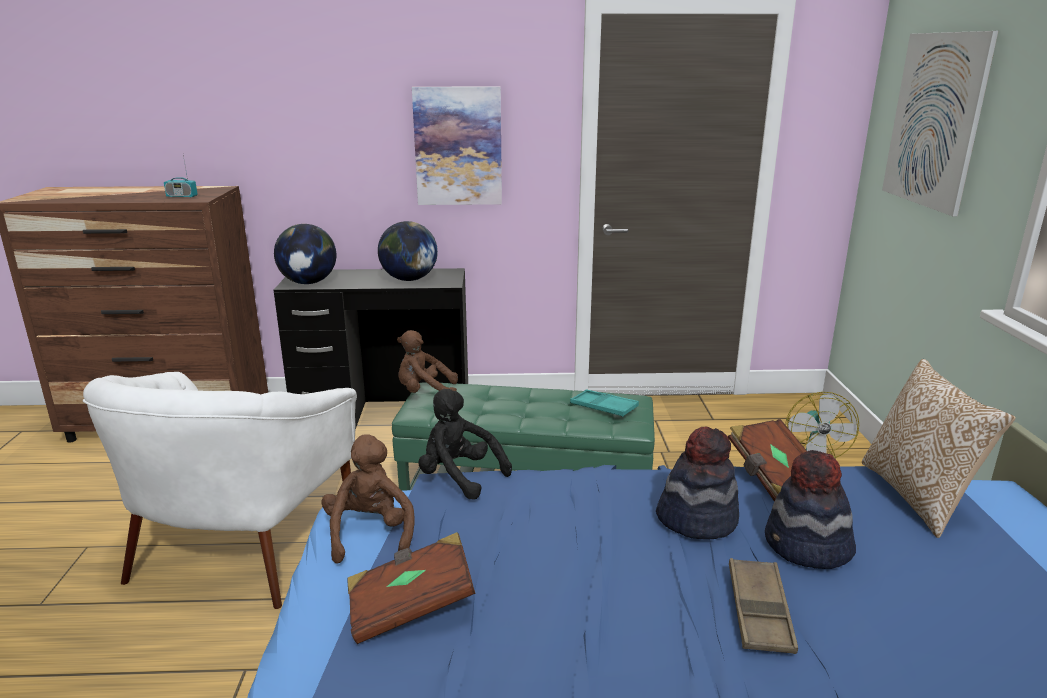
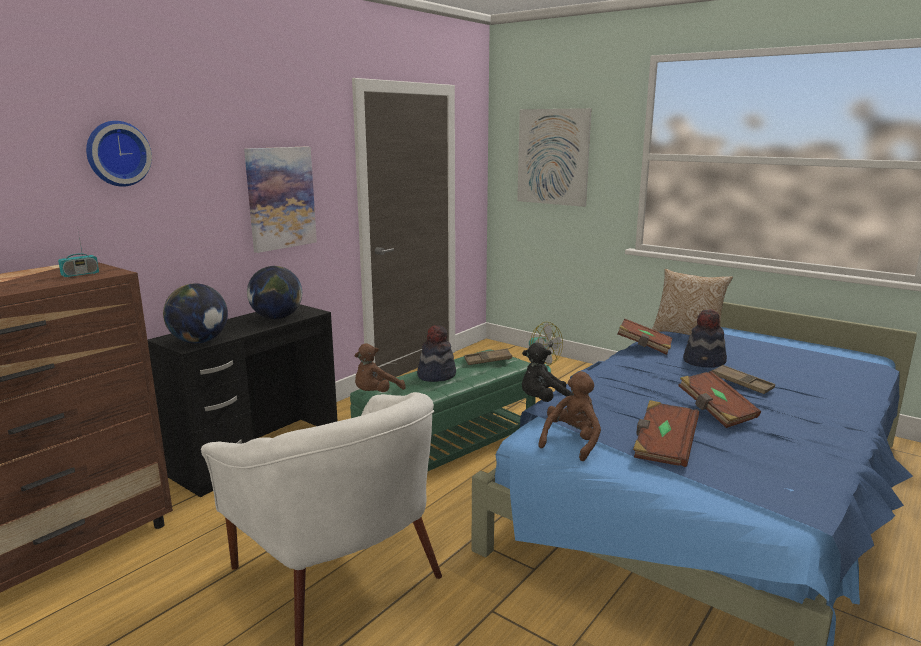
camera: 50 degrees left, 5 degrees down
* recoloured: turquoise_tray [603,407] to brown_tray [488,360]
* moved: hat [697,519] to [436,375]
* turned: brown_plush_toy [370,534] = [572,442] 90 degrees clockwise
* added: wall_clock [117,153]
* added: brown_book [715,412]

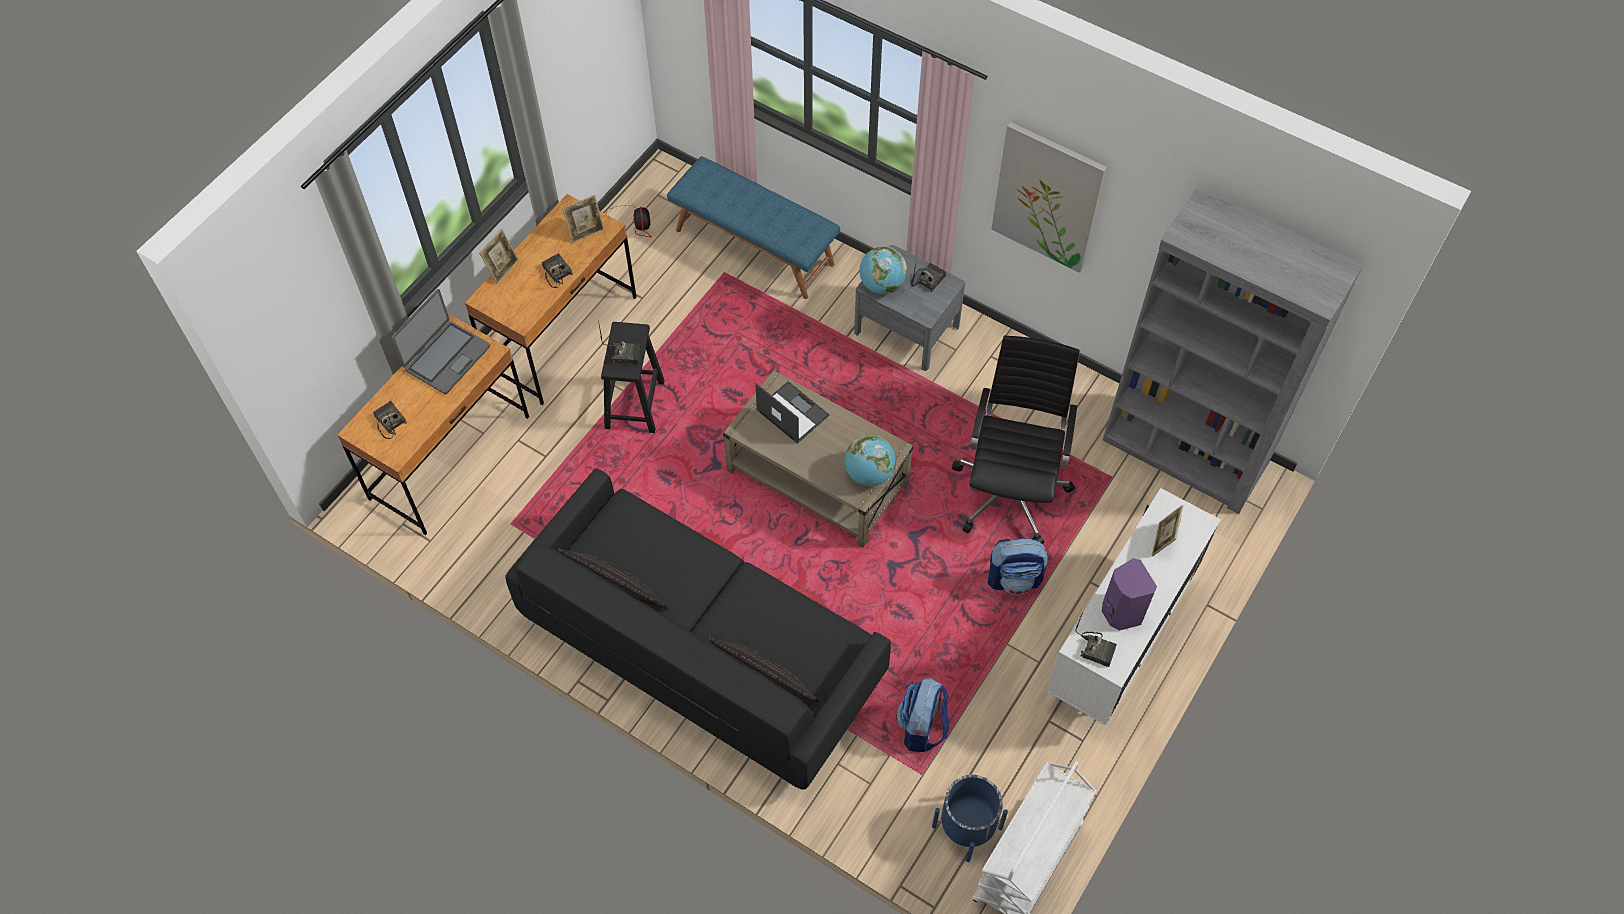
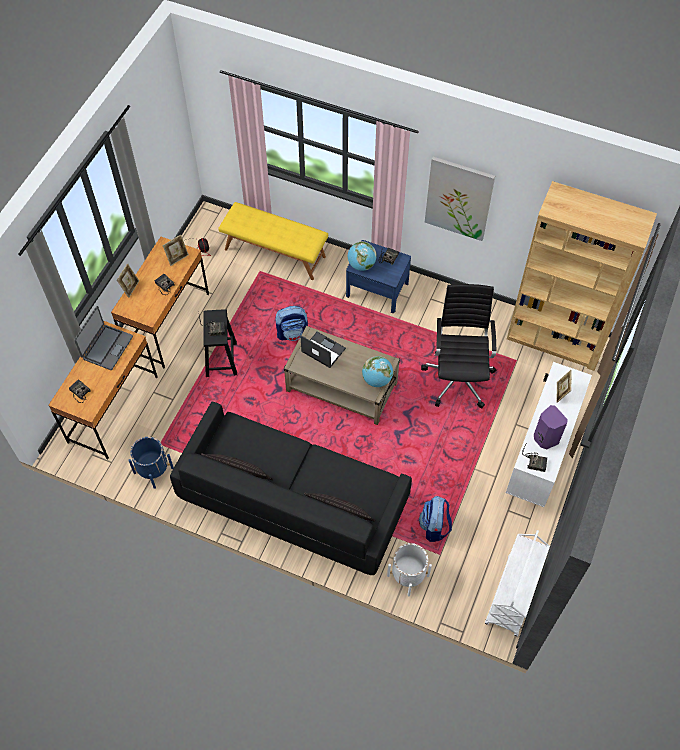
camera: 10 degrees left, 0 degrees up
* recoloured: blue_bench [755,246] to yellow_bench [275,252]
* recoloured: grey_bookcase [1184,453] to brown_bookcase [556,340]
* recoloured: grey_nightstand [906,329] to blue_nightstand [377,289]
* moved: backpack [1014,579] to [292,333]
* moved: blue_planter [967,827] to [153,470]
* added: white_planter [408,575]

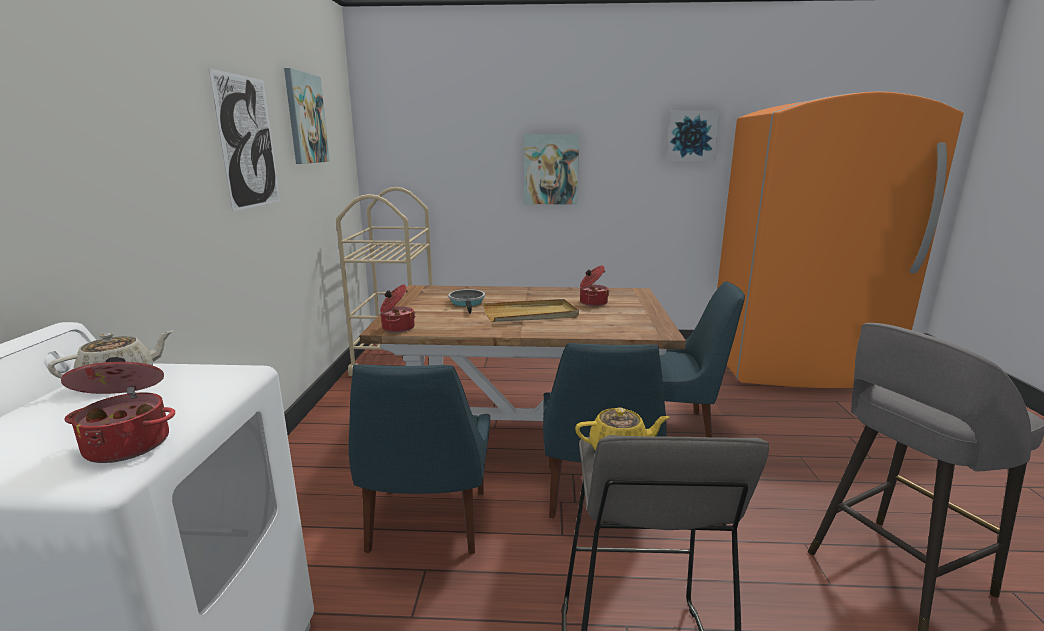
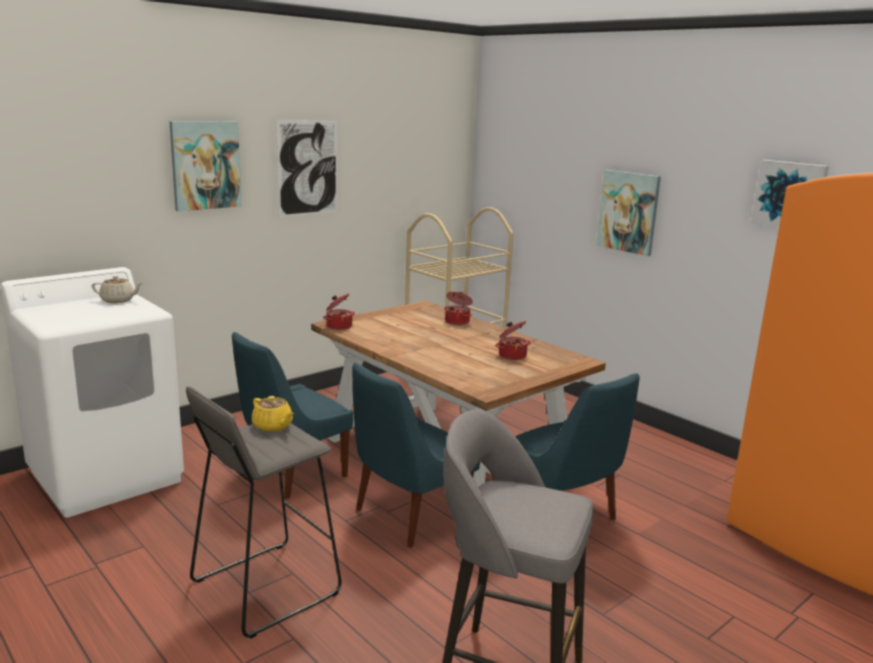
camera: 45 degrees right, 0 degrees up
* moved: picture [305,118] to [205,165]
* removed: frying_pan [467,303]
* removed: beige_tray [531,314]
* moved: cooking_pot [129,444] to [457,322]

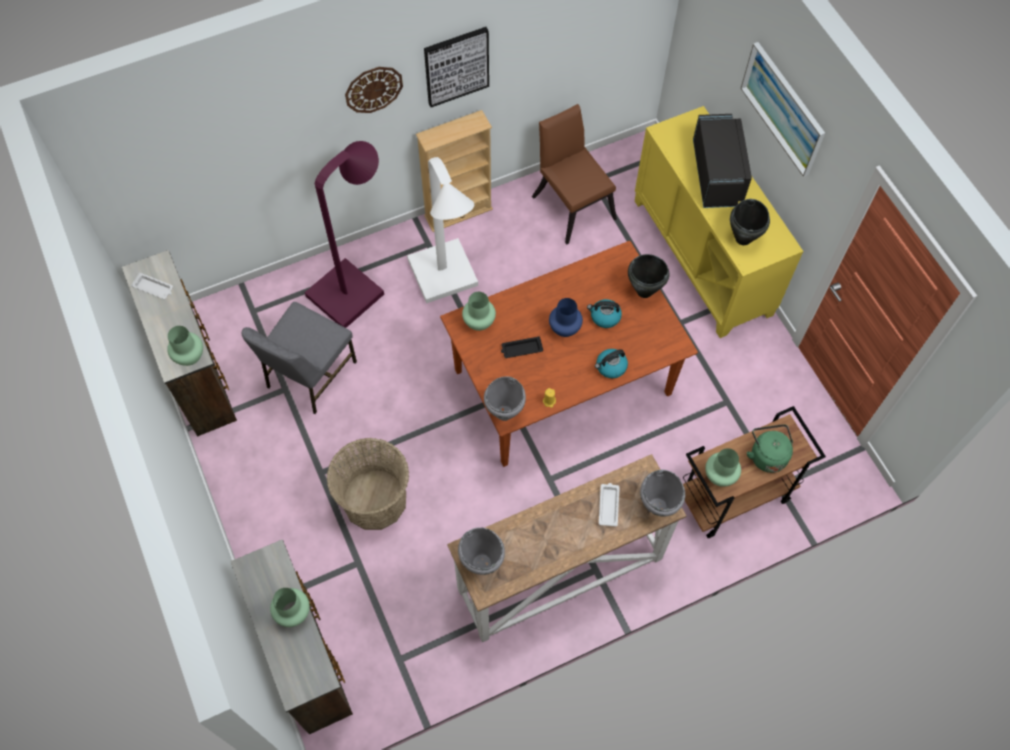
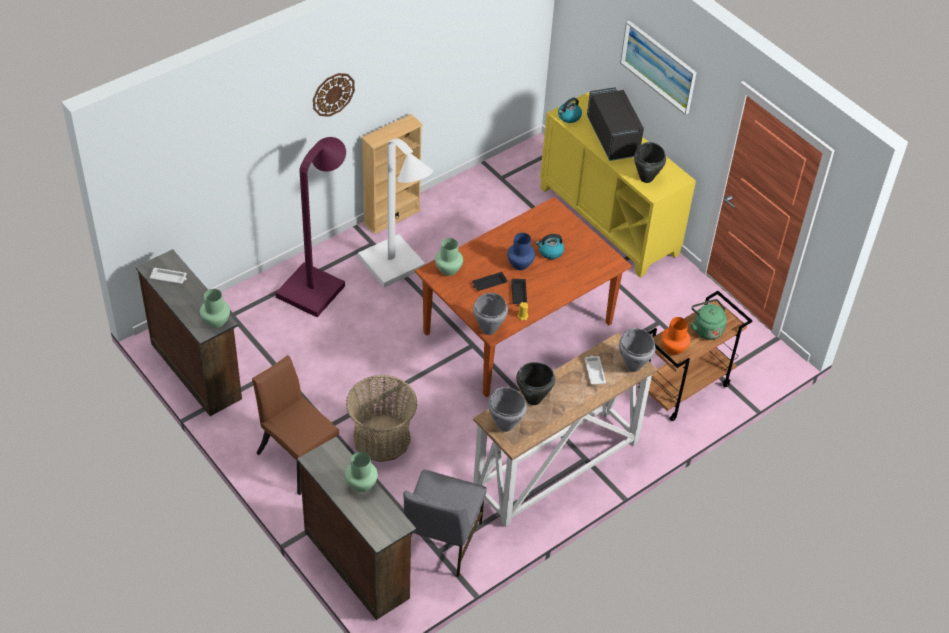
camera: 15 degrees left, 15 degrees down
* removed: picture [456,66]
* moved: brown_chair [572,203] to [298,453]
* moved: black_cooking_pot [644,291] to [533,399]
* moved: grey_chair [309,375] to [440,542]
* moved: kettle [610,367] to [569,117]
* recoloured: green_vase [720,475] to orange_vase [673,348]
* added: black_tray [519,294]

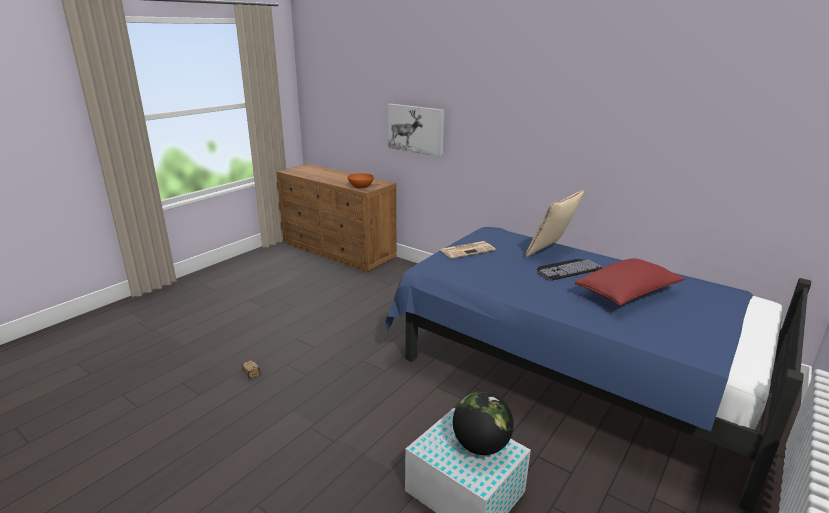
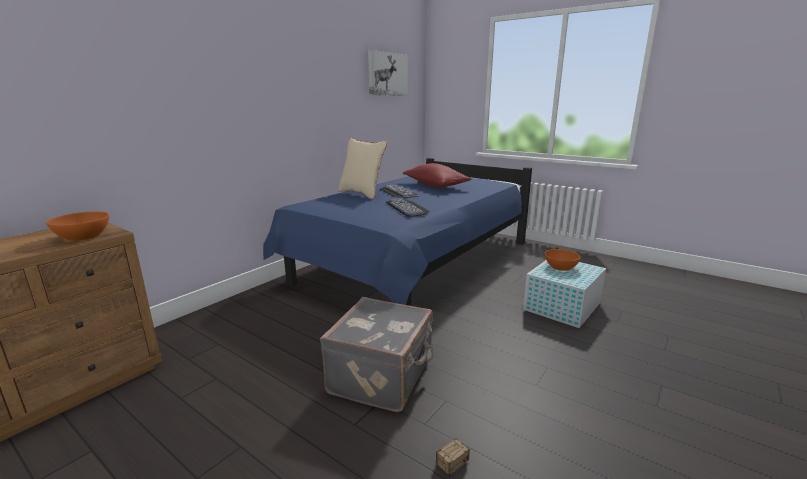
camera: 90 degrees left, 5 degrees down
* moved: picture [416,129] to [387,74]
* removed: newspaper [467,250]
* replaced: globe [480,446] to orange_bowl [561,267]
* added: keyboard [408,208]
* added: grey_suitcase [383,376]

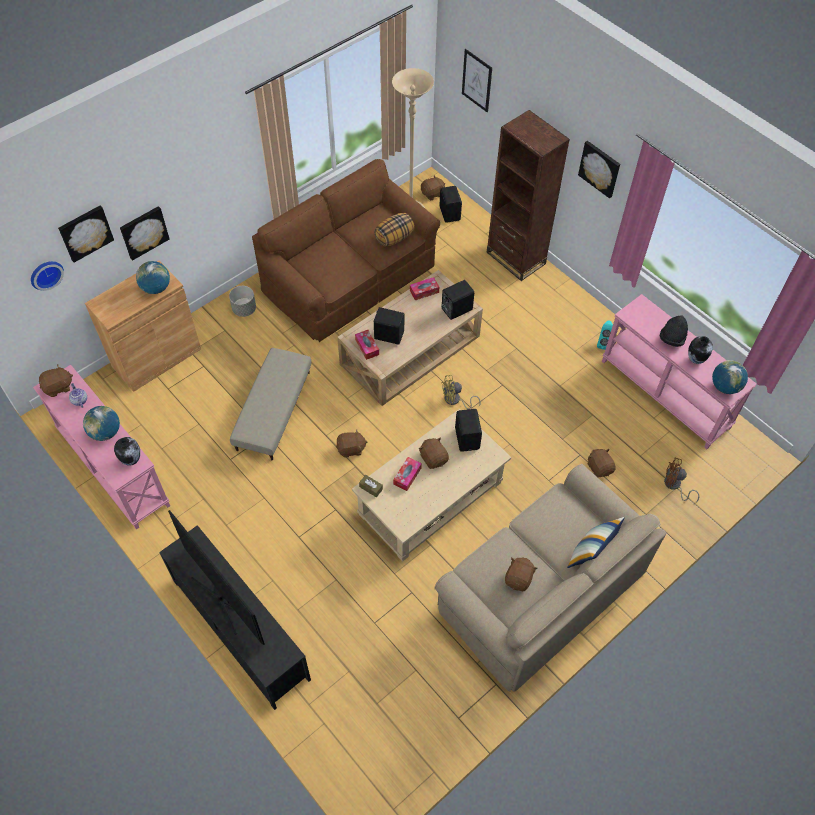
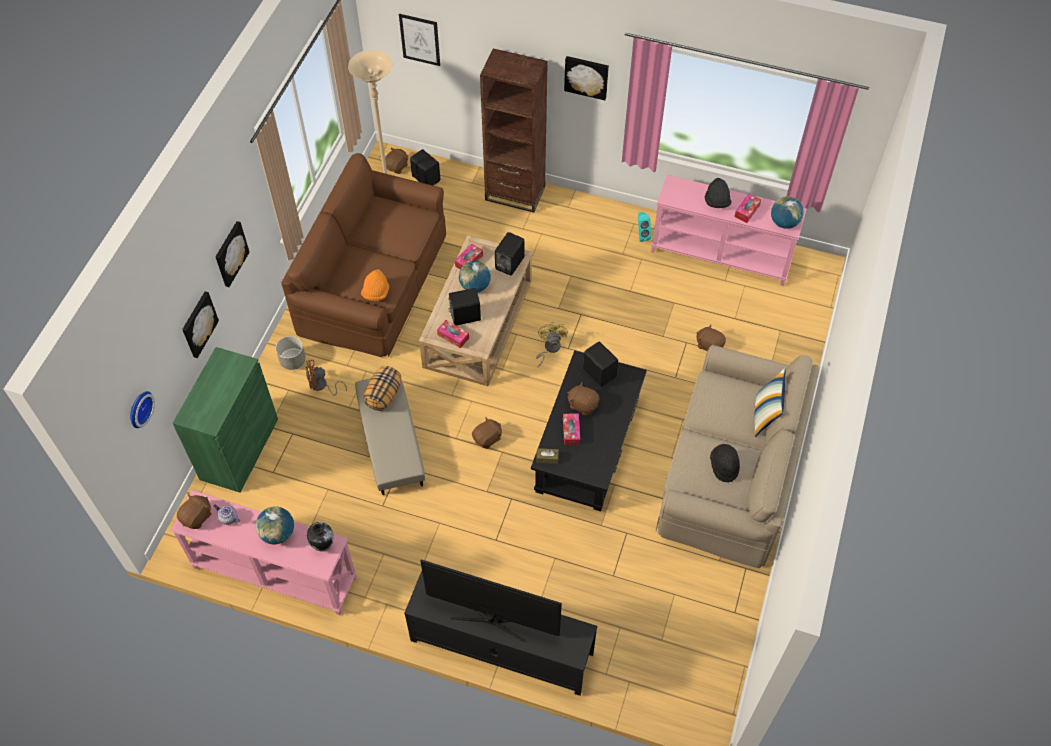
camera: 30 degrees left, 0 degrees up
* moved: picture [85,232] to [230,253]
* moved: pillow [394,237] to [383,395]
* recoloured: brown_cabinet [156,357] to green_cabinet [239,449]
* moved: globe [156,288] to [475,286]
* replaced: vase [695,359] to tissue_box [747,211]
* turned: yellow_fan [455,400] = [549,349] 135 degrees clockwise
* recoloured: beige_coffee_table [430,498] to black_coffee_table [587,445]
* moved: brown_fan [674,486] to [321,386]
* replaced: brown_plush_toy [519,579] to black_hat [724,466]
* added: orange_hat [376,293]

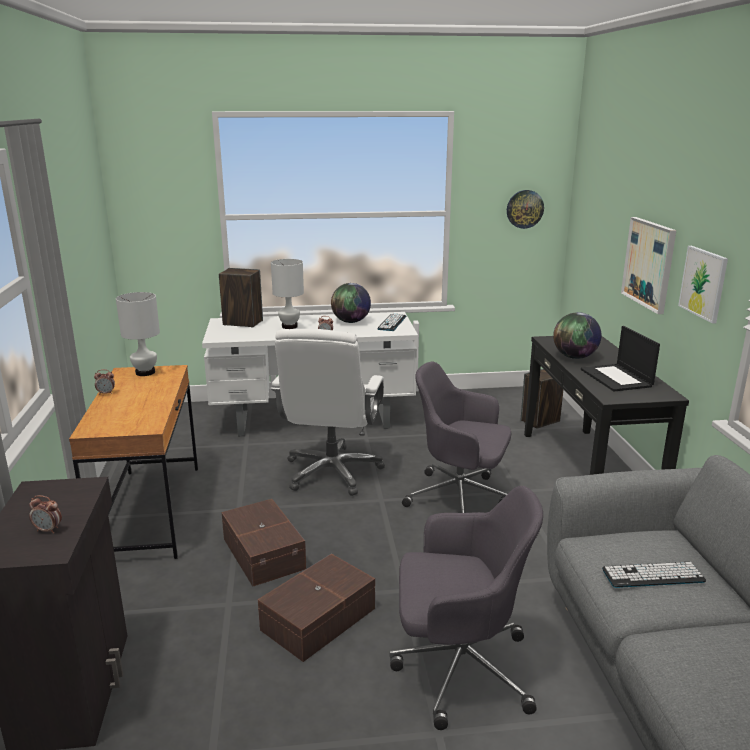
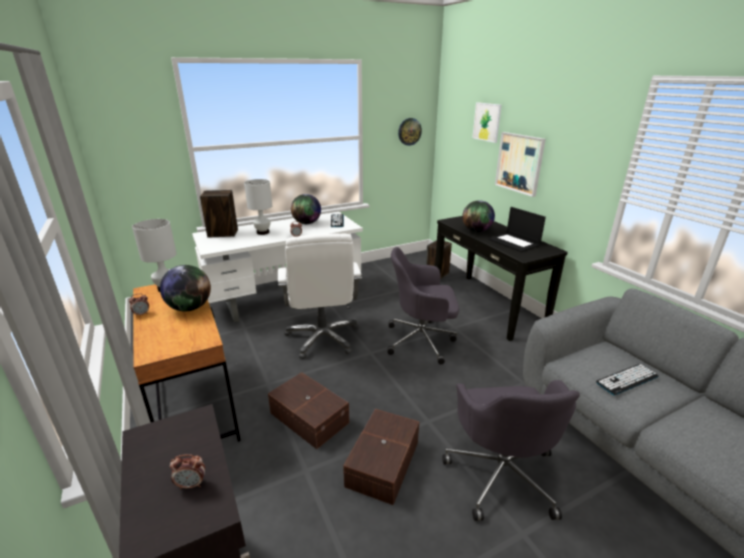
camera: 20 degrees left, 5 degrees up
* moved: picture [703,283] to [487,122]
* turned: grey_office_chair [458,667] = [501,473] 105 degrees clockwise
* added: globe [190,308]

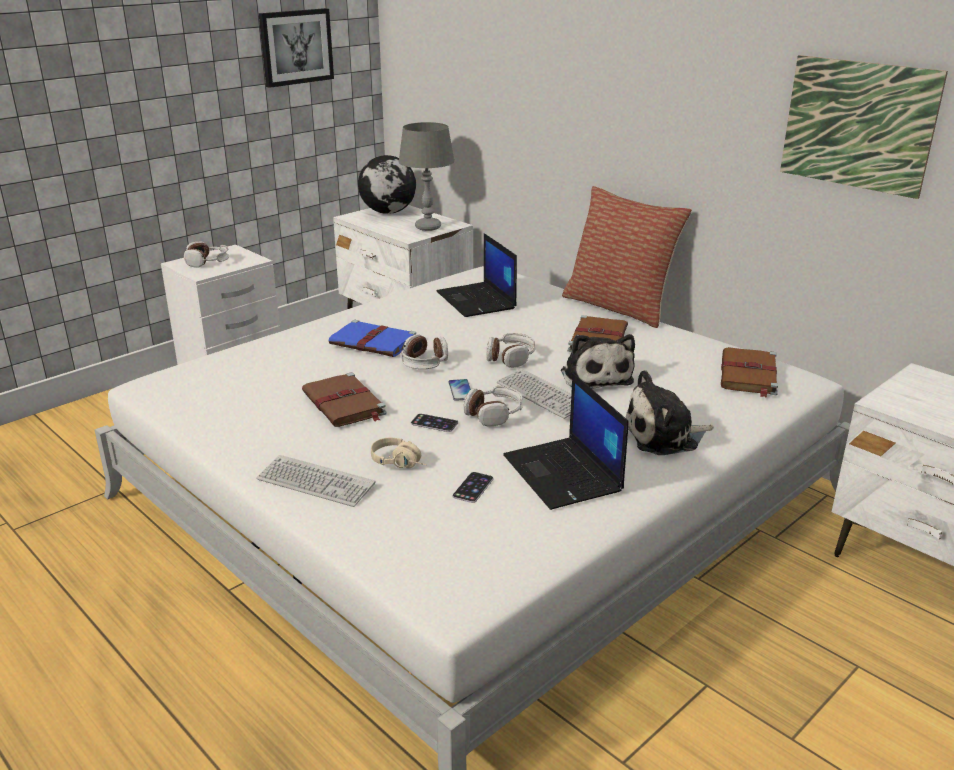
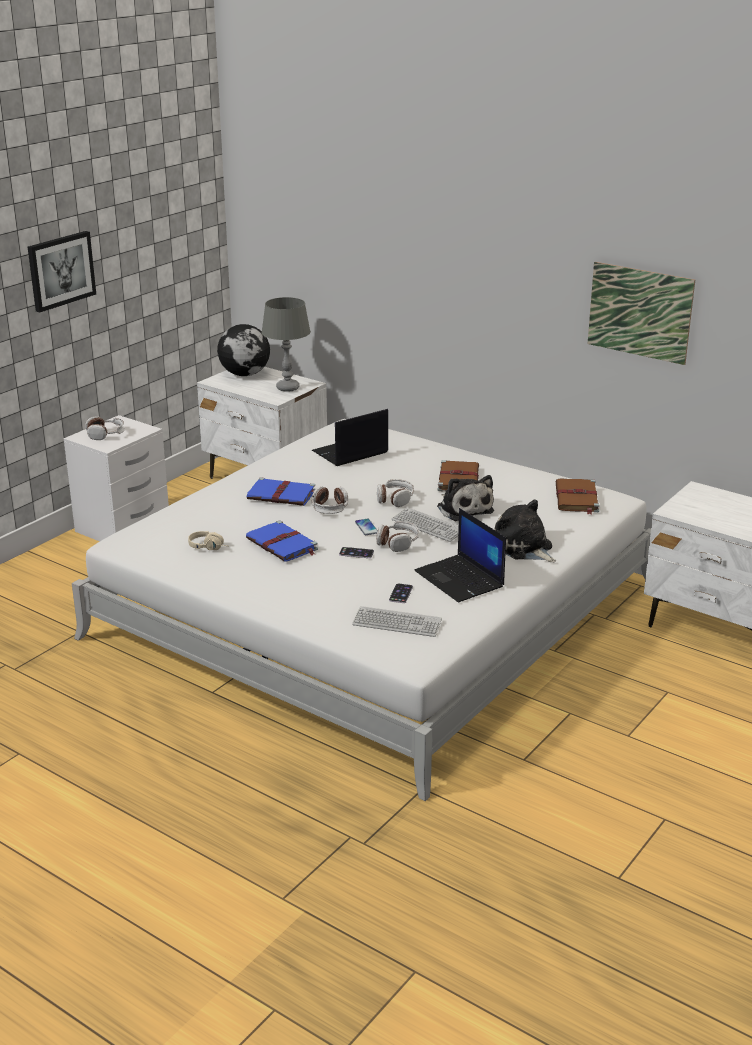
camera: 10 degrees left, 0 degrees up
* moved: picture [296,47] to [60,270]
* removed: pillow [619,306]
* turned: laptop [477,300] = [350,452] 90 degrees clockwise
* turned: plush_toy [664,436] = [524,548] 75 degrees clockwise
* recoloured: brown_book [344,404] to blue_book [282,545]
* moved: beige_headphones [401,463] to [210,547]
* moved: keyboard [315,482] to [397,623]

